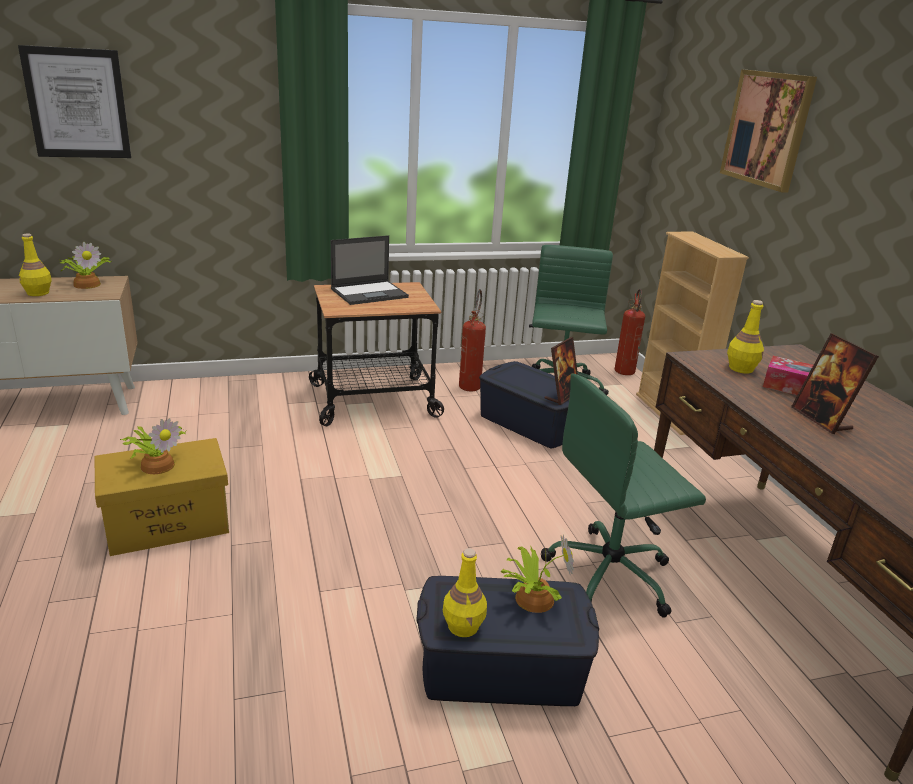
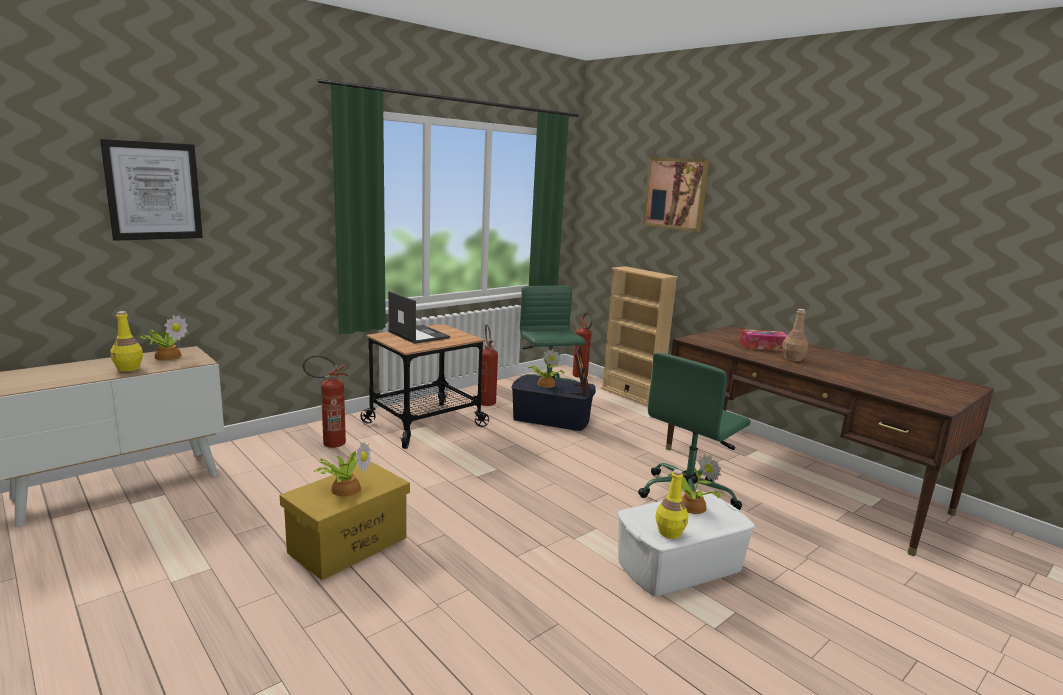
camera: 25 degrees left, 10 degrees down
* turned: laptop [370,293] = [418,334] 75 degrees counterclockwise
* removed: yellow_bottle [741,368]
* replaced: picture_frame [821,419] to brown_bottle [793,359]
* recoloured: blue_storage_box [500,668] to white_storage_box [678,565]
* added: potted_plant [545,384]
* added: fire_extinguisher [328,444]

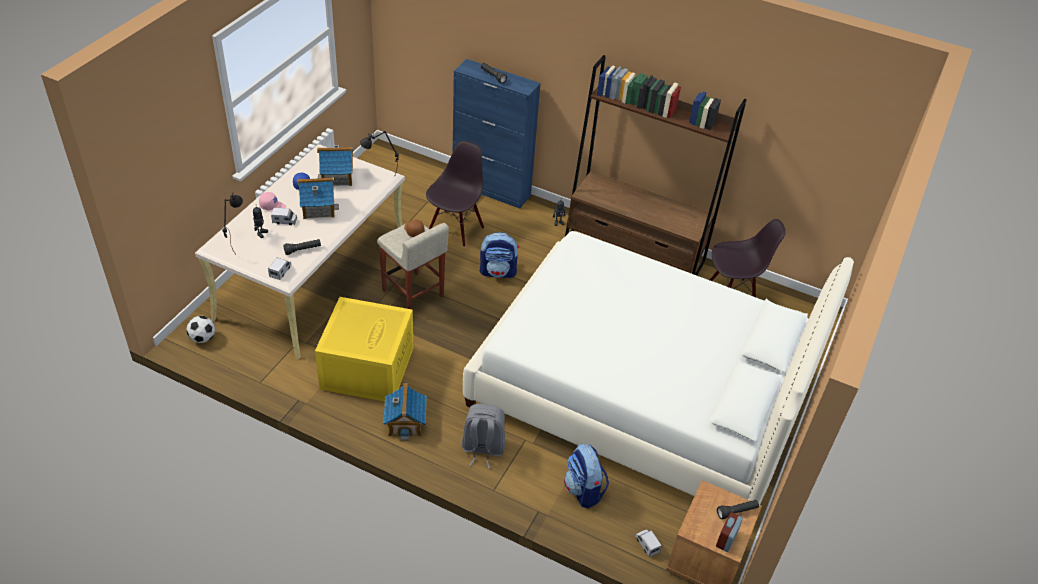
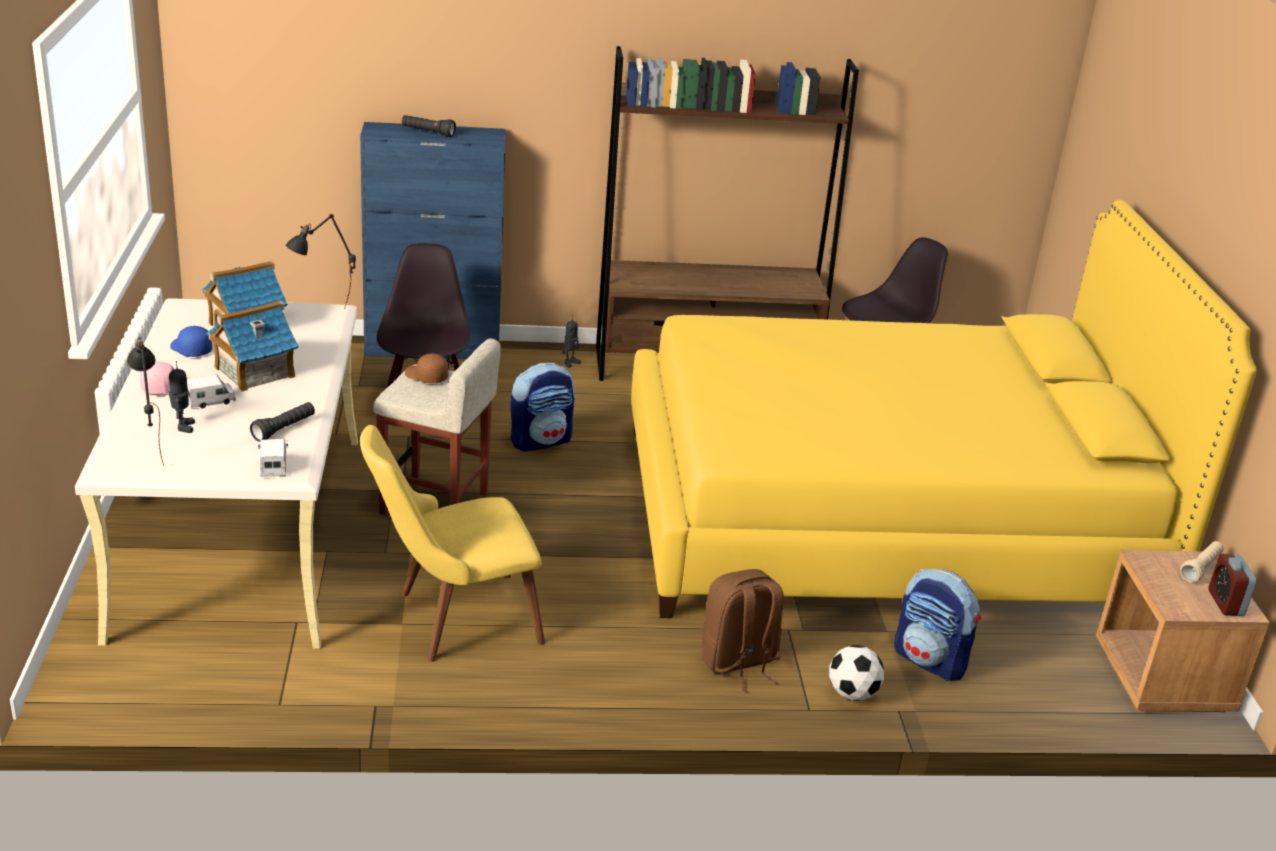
camera: 30 degrees left, 15 degrees down
* recoloured: white_bed [640,393] to yellow_bed [882,521]
* replaced: yellow_storage_box [366,367] to yellow_chair [451,620]
* moved: football [203,338] to [852,693]
* removed: toy_house [405,422]
* recoloured: grey_backpack [482,449] to brown_backpack [739,663]
* recoloured: black_flashlight [737,512] to beige_flashlight [1200,568]
* removed: toy_truck [647,544]

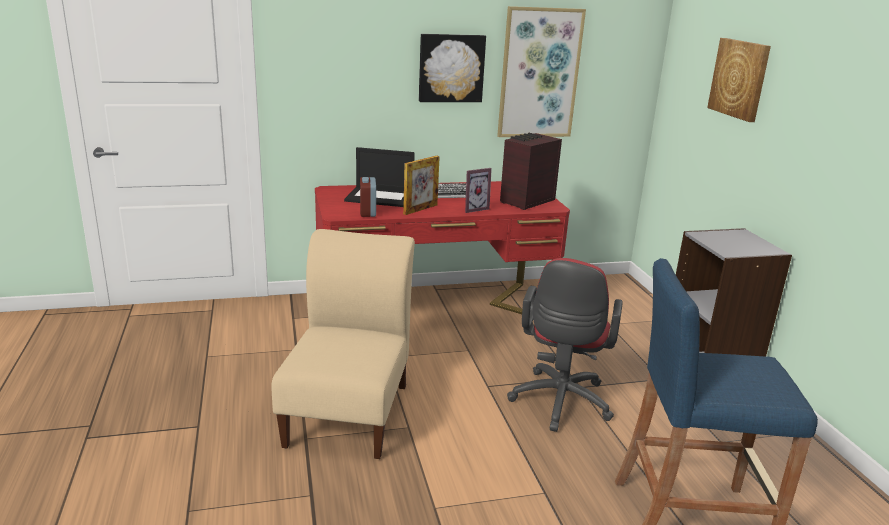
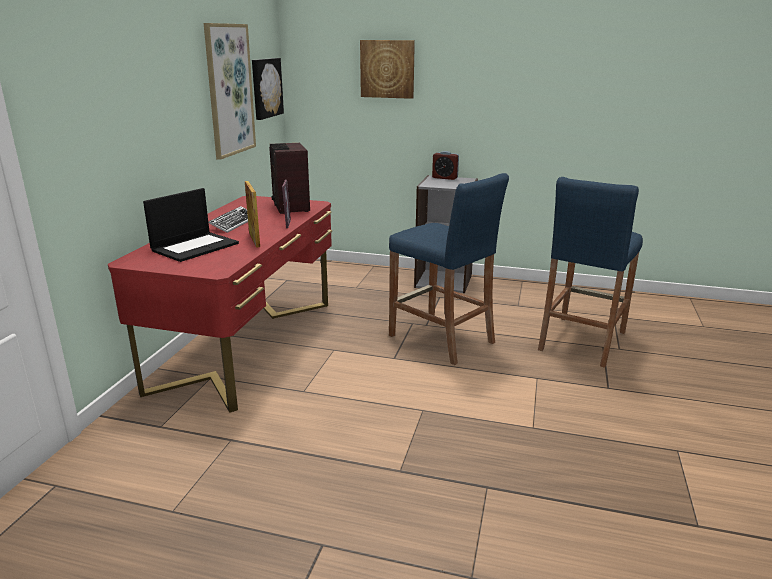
camera: 60 degrees left, 0 degrees up
* moved: picture [451,68] to [265,88]
* moved: alarm_clock [367,212] to [445,178]
* removed: beige_chair [349,410]
* replaced: red_office_chair [559,404] to blue_stool [441,339]

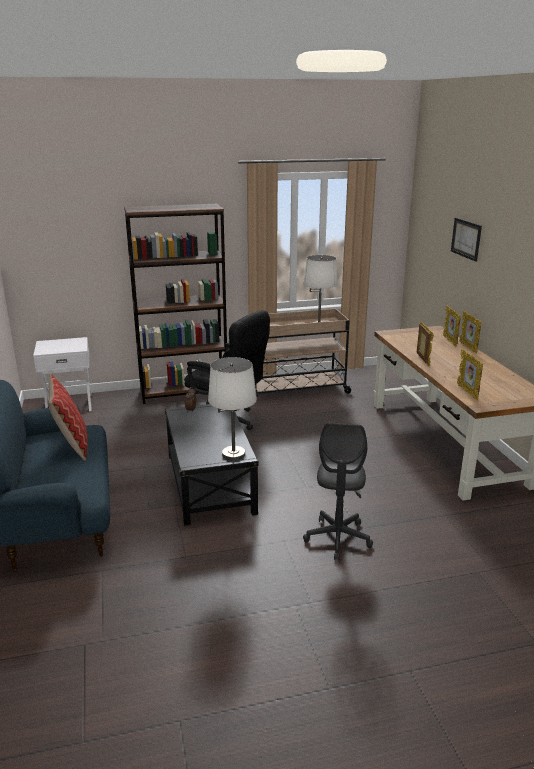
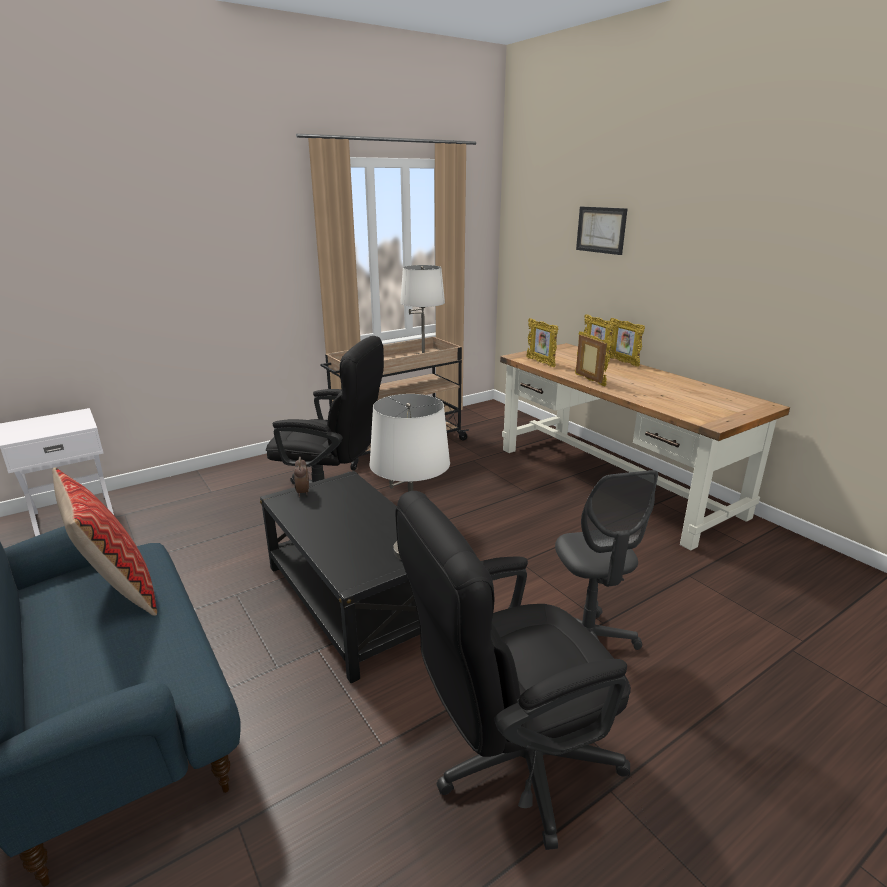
camera: 20 degrees left, 0 degrees up
* removed: brown_bookcase [184,392]
* moved: picture_frame [467,392] to [540,362]
* added: black_office_chair [510,763]

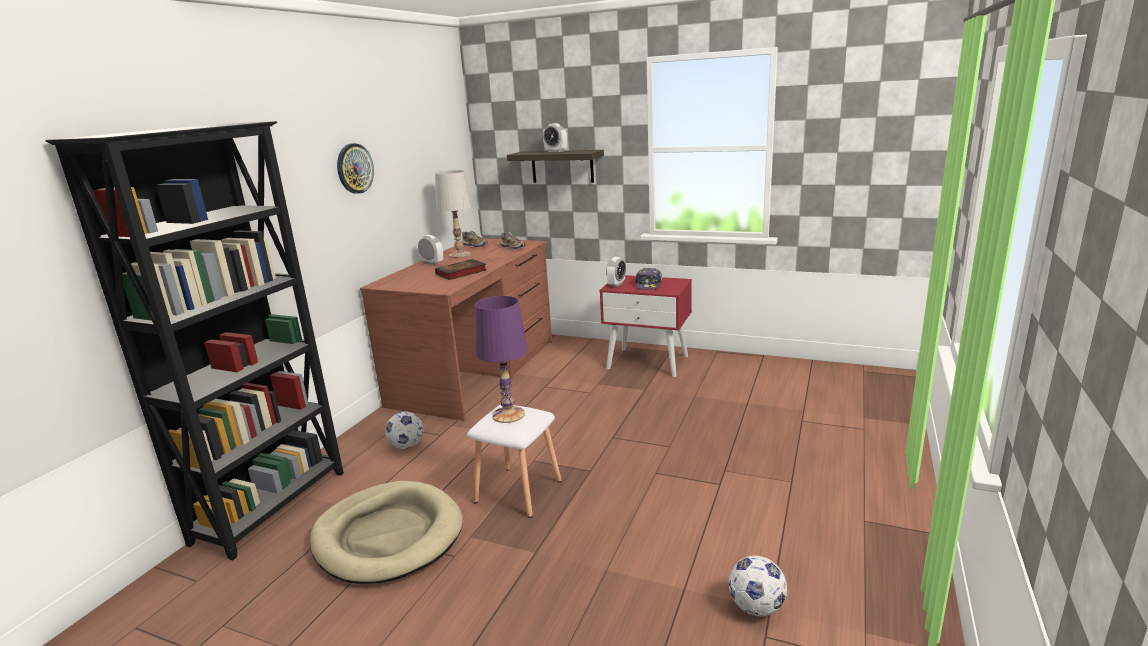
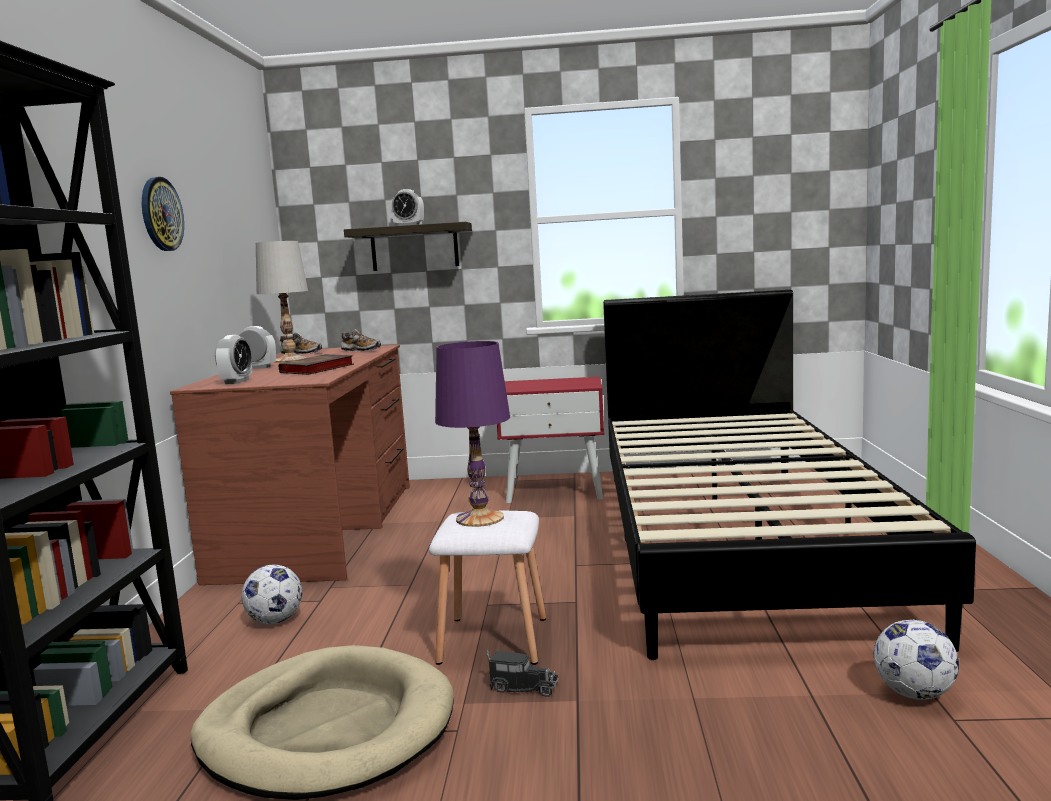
camera: 20 degrees left, 10 degrees down
* moved: alarm_clock [616,284] to [237,381]
* removed: cap [648,285]
* added: black_bed [736,539]
* added: toy_truck [520,687]

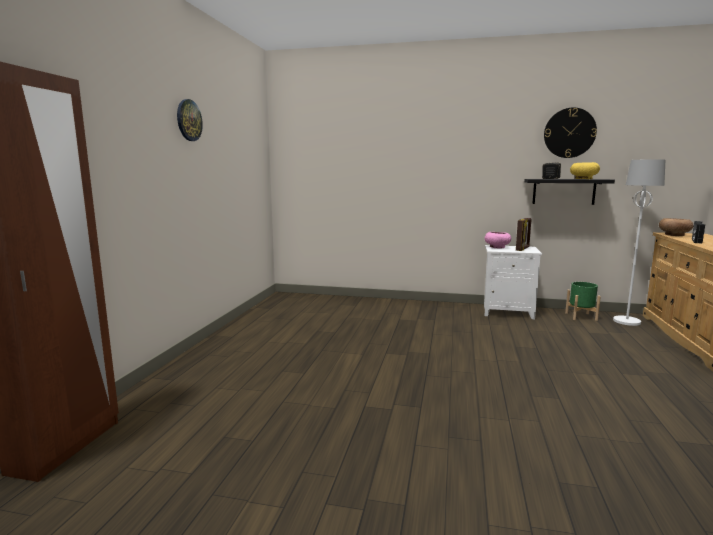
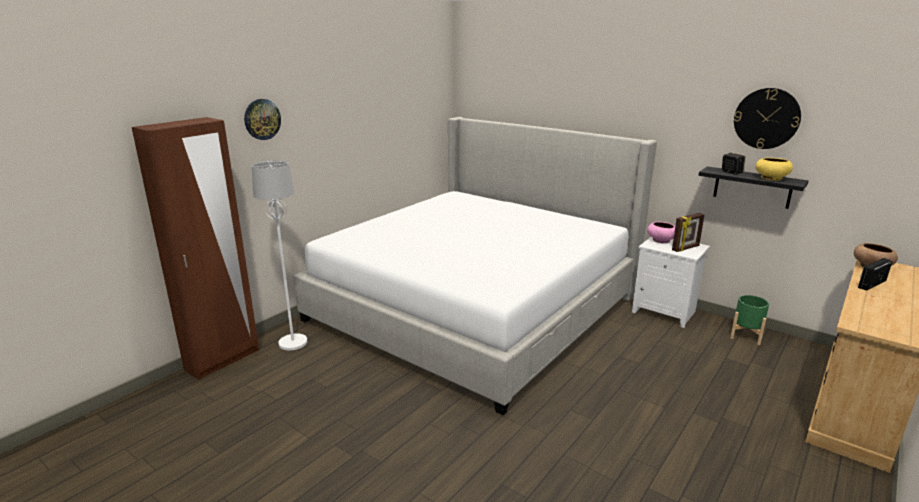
camera: 25 degrees right, 10 degrees up
* moved: wall_clock [188,120] to [262,119]
* moved: white_floor_lamp [626,321] to [293,342]
* added: bed [475,307]

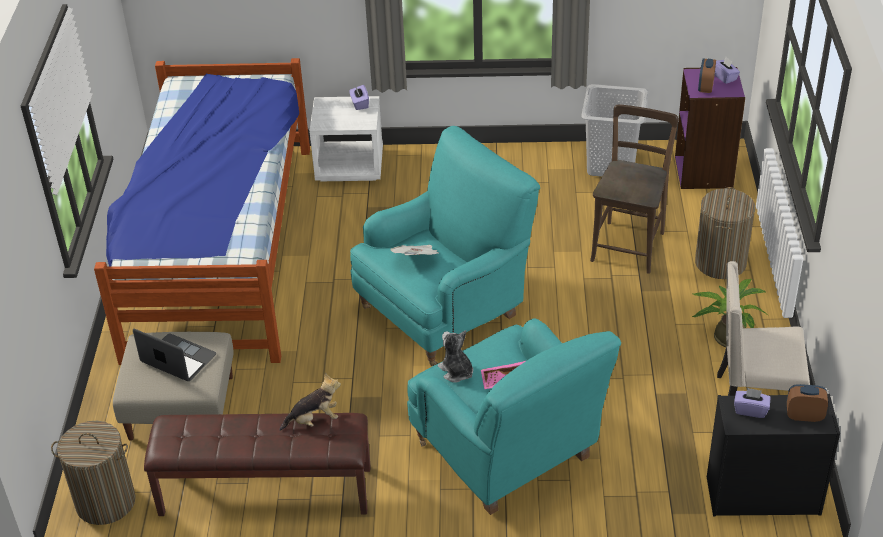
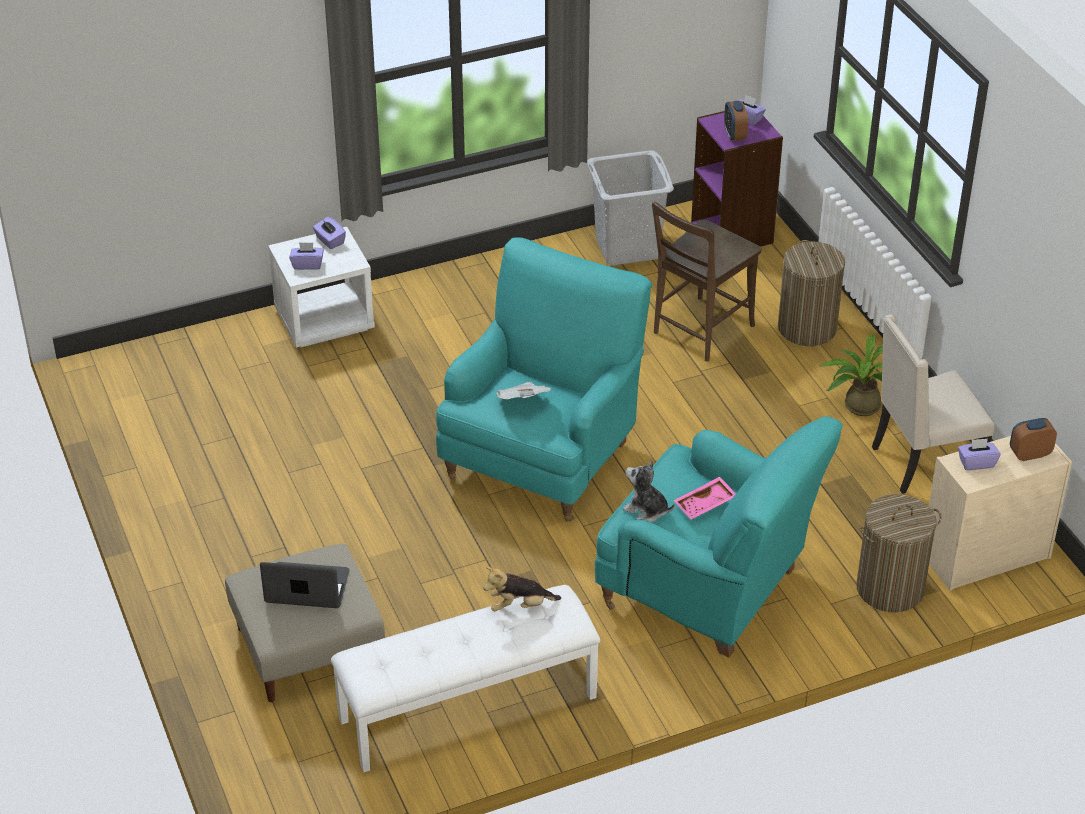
camera: 25 degrees left, 0 degrees up
* removed: bed [220,248]
* turned: brown_chair [629,244] = [699,332] 135 degrees counterclockwise
* turned: plush_toy [314,420] = [519,606] 150 degrees counterclockwise
* recoloured: black_dresser [761,496] to beige_dresser [984,556]
* recoloured: brown_bench [265,492] to white_bench [468,709]
* moved: laundry_basket [105,502] to [889,589]
* added: purple_tissue_box [307,264]

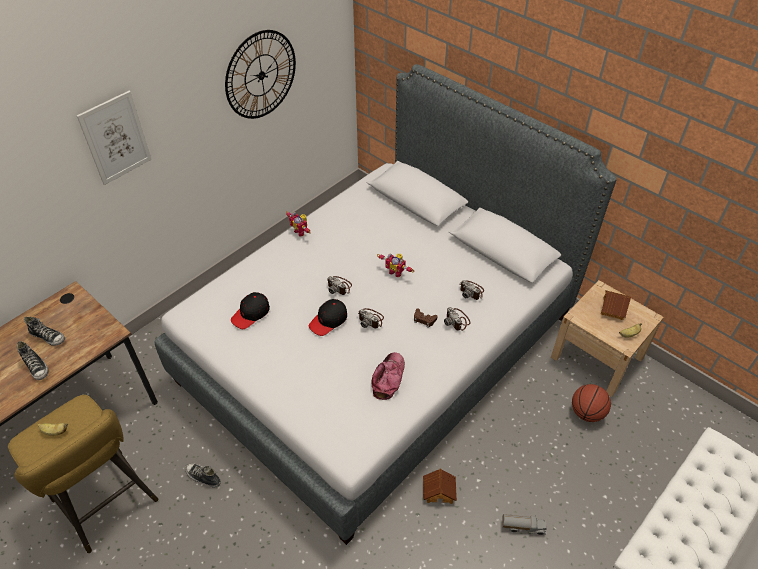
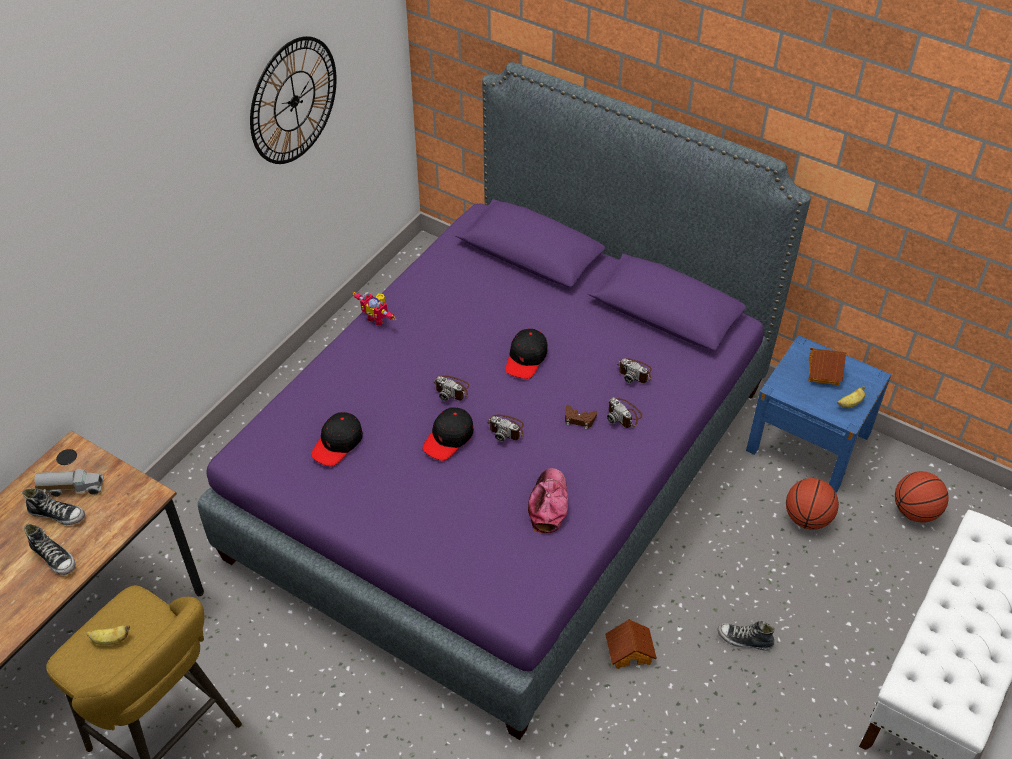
camera: 10 degrees left, 0 degrees up
* recoloured: grey_bed [378,346] to purple_bed [505,469]
* removed: picture [115,138]
* replaced: toy_robot [396,271] to black_cap [526,358]
* recoloured: beige_nightstand [597,357] to blue_nightstand [808,442]
* moved: shoe [203,477] to [744,640]
* moved: toy_truck [523,526] to [72,488]
* added: basketball [915,511]

